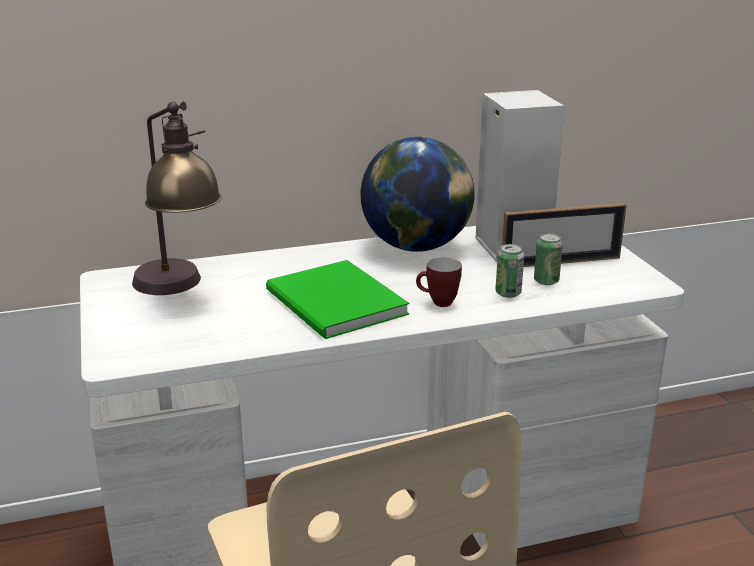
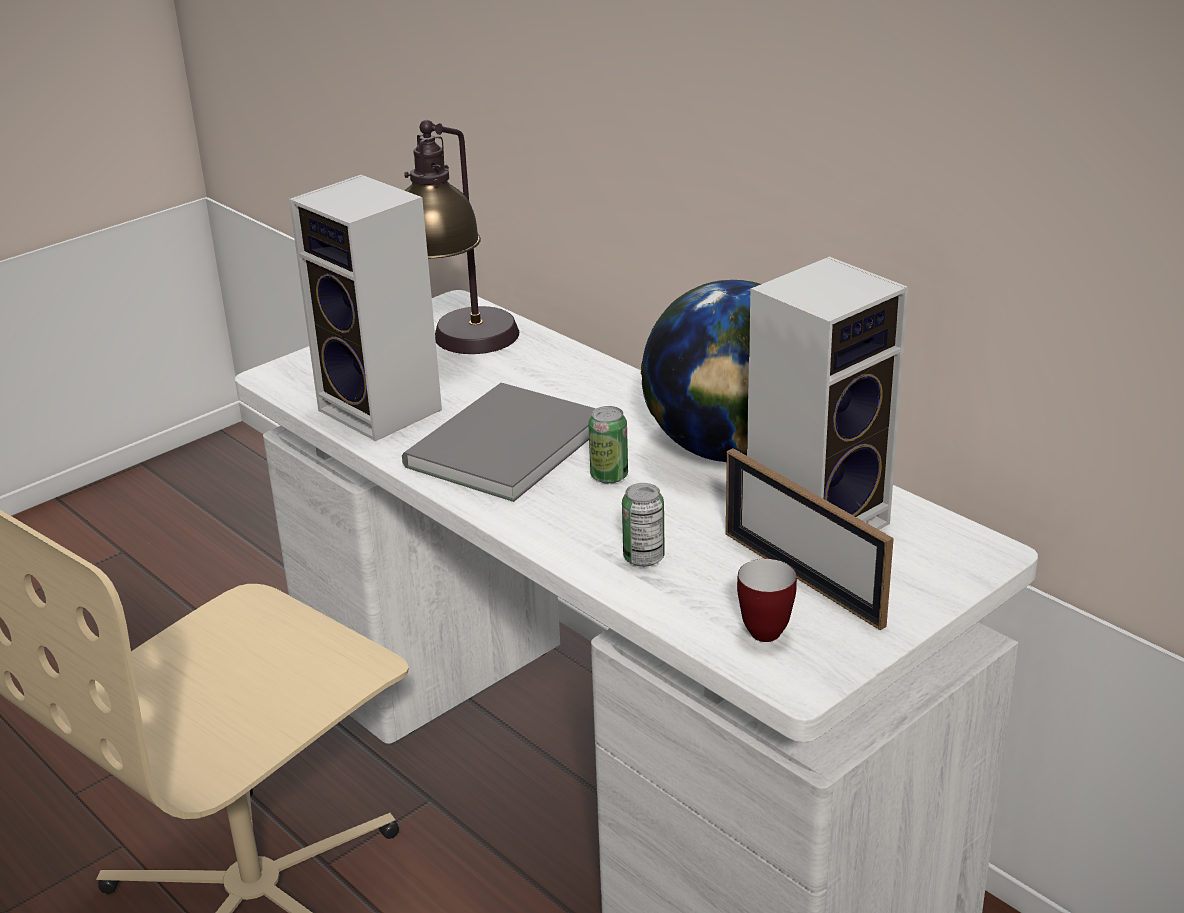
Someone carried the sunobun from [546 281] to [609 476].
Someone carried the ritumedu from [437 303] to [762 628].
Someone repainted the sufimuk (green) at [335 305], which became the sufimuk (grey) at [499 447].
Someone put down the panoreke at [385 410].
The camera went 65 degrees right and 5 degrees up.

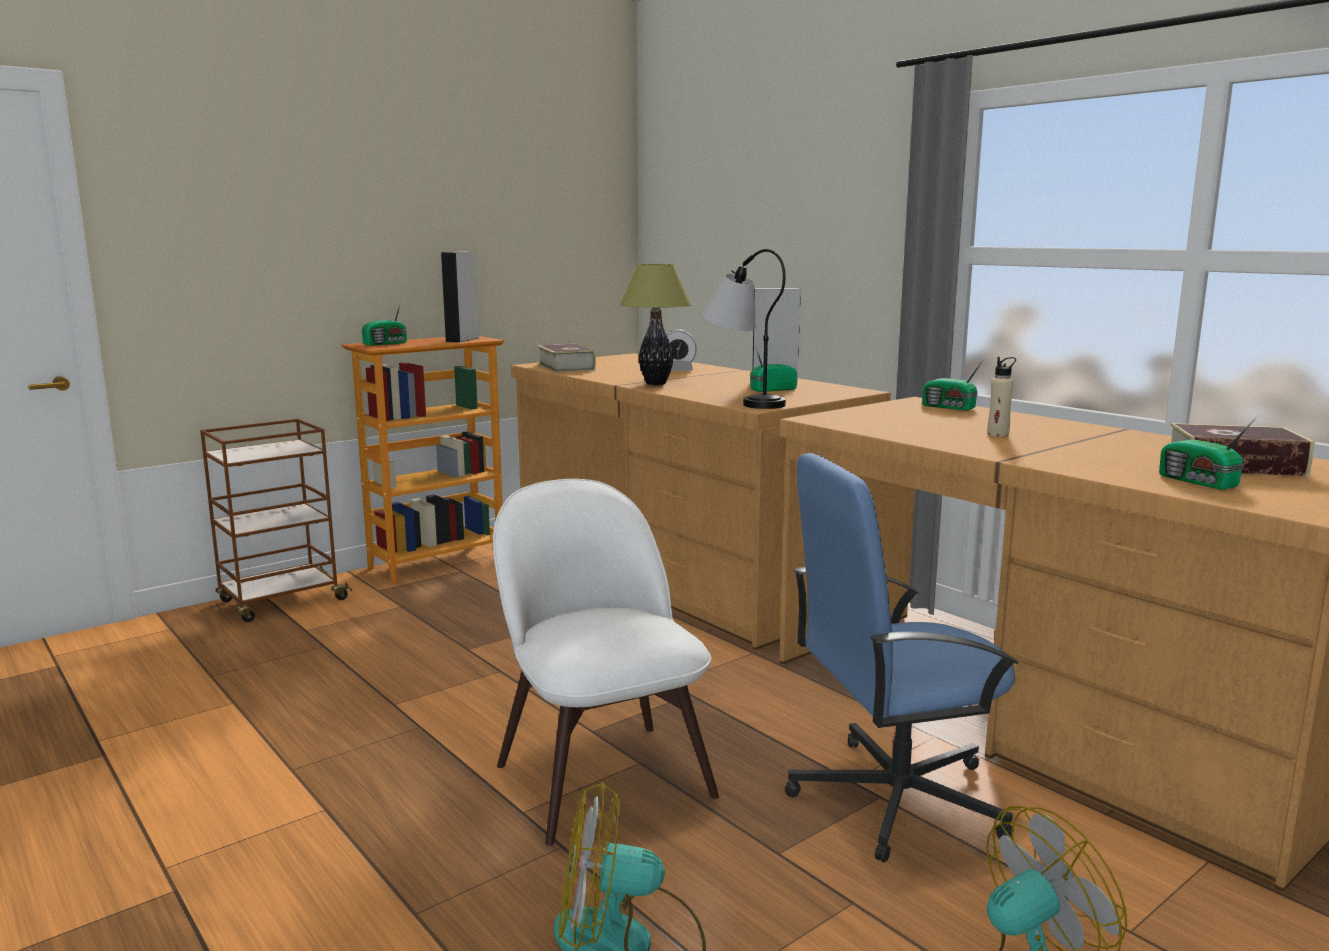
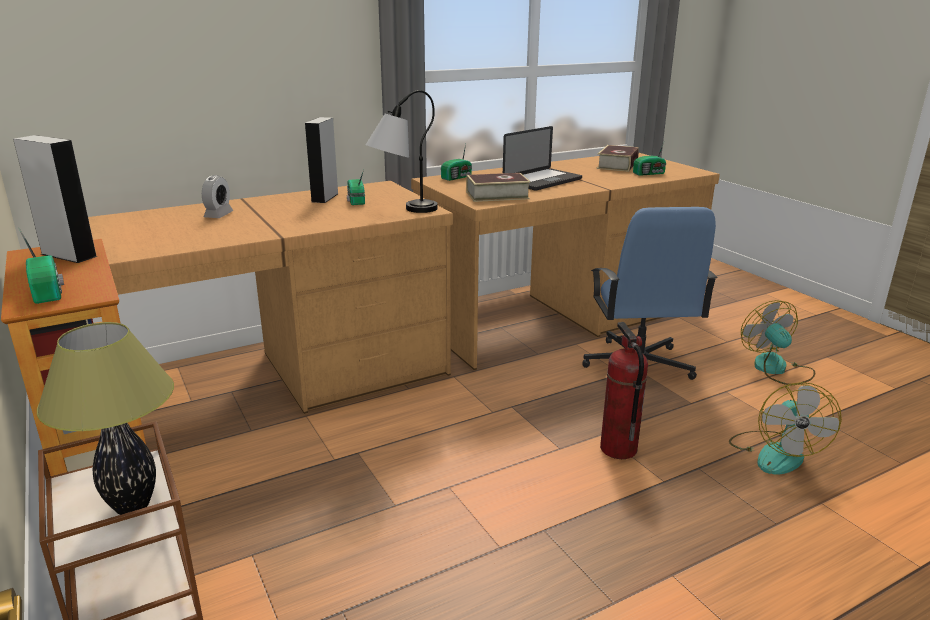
Someone carried the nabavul from [655 384] to [132 507].
Someone carried the sufimuk from [566 367] to [497 195].
Someone swapped the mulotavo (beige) at [998 434] for the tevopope at [542 181].
Someone swapped the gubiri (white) at [601 775] for the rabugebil at [618 449].
The camera went 80 degrees left and 10 degrees up.

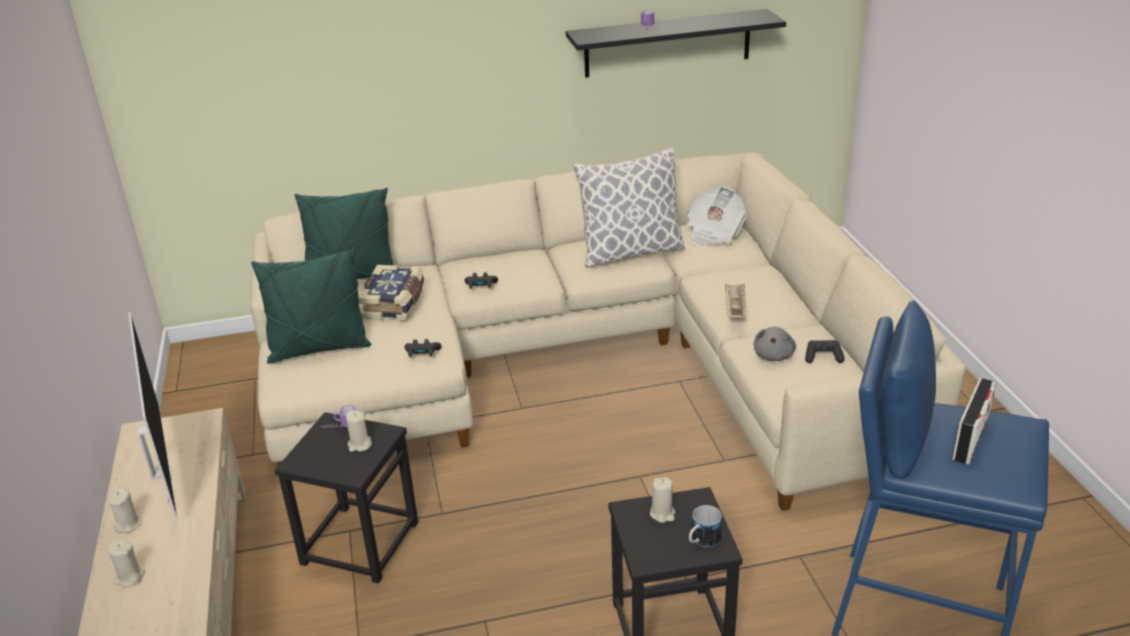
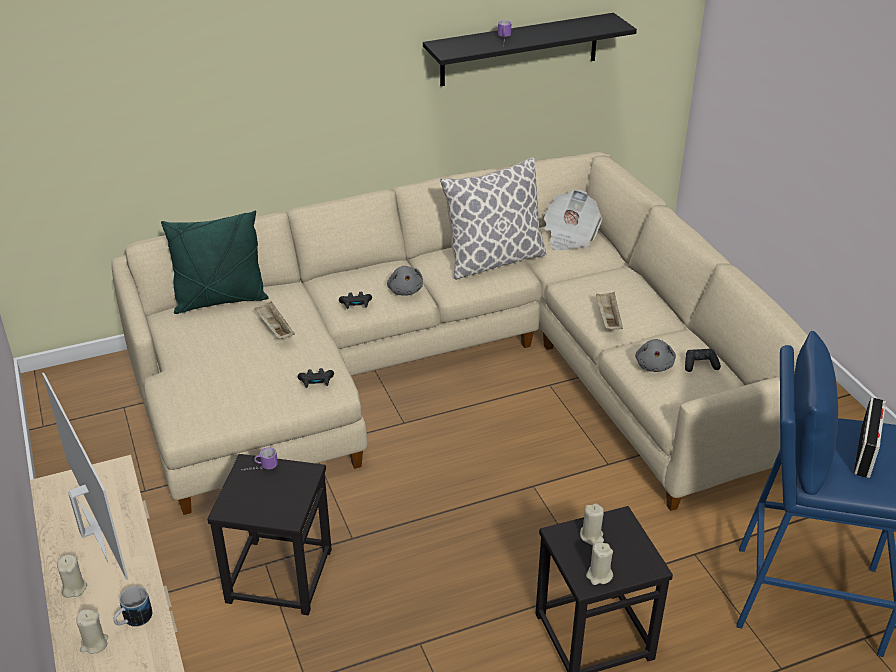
Someone took away the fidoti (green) at [319 349].
Someone swapped the sufimuk at [395 303] for the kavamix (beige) at [274 329].
Someone carried the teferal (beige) from [360 445] to [599 575].
Someone carried the ritumedu from [702 541] to [133 620].
Someone put down the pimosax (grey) at [405 290].
The camera went 10 degrees left and 5 degrees up.

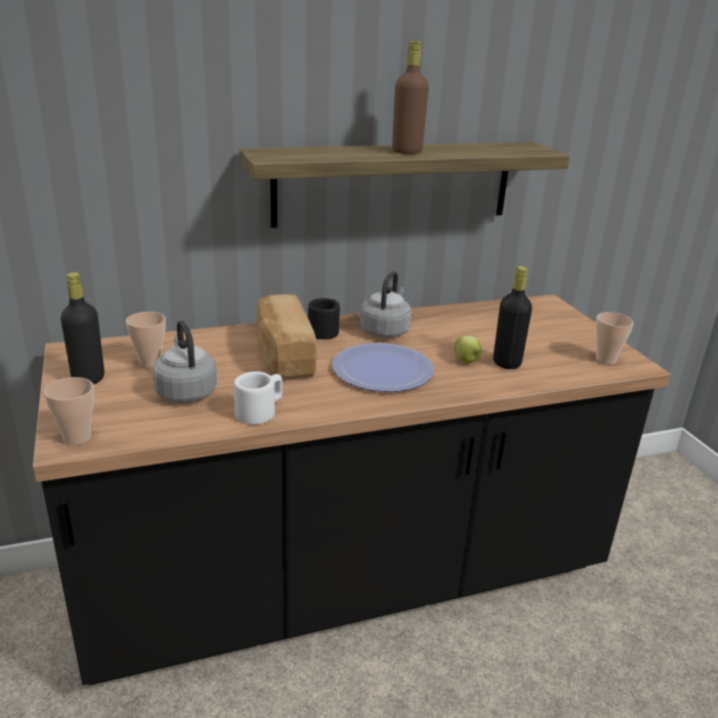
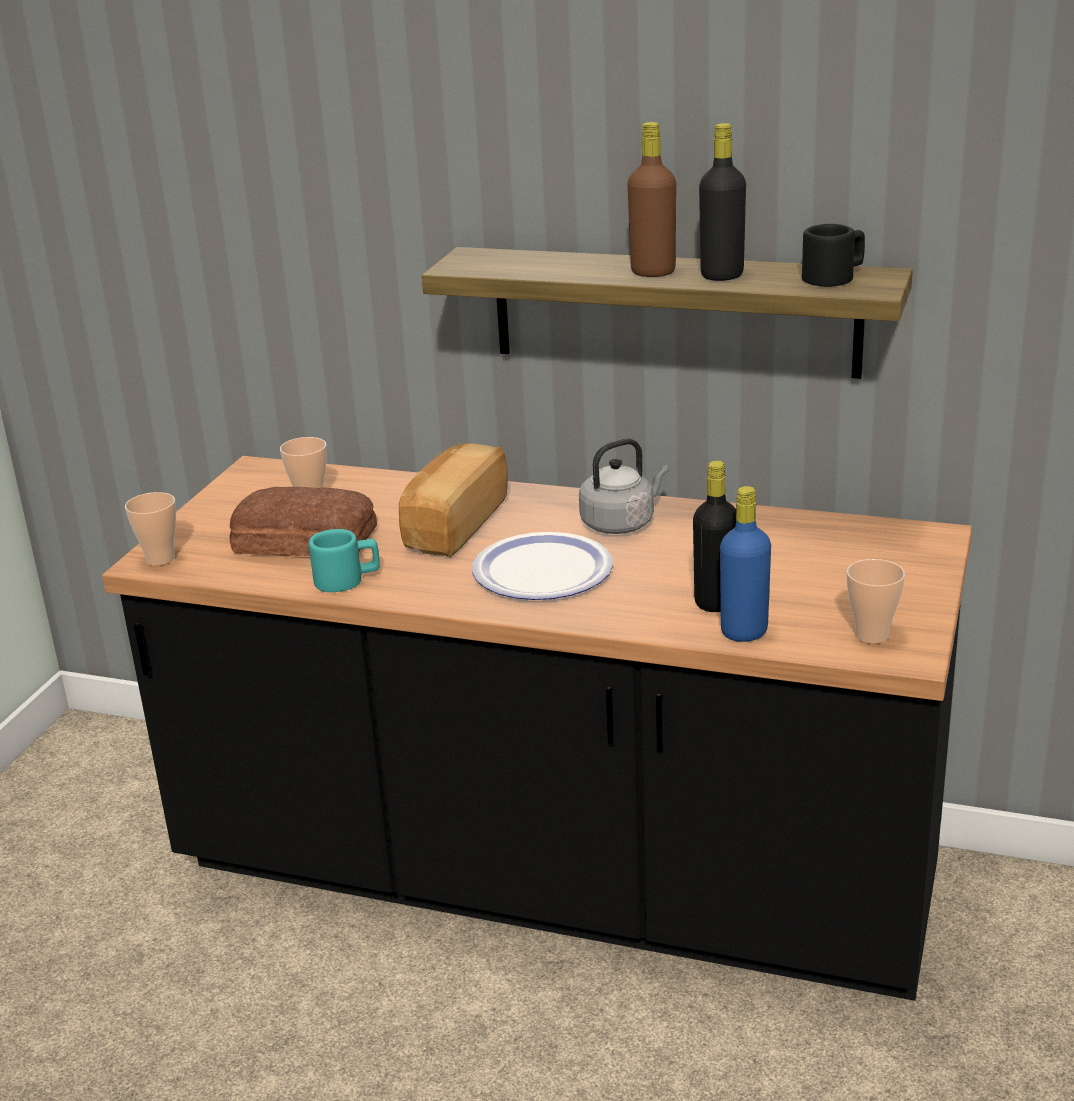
Someone carried the mulotavo (black) from [88 378] to [722 275].
Someone carried the ritumedu (black) from [325 330] to [835 277].
Someone swapped the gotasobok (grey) at [185 391] for the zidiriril at [304 539].
Someone took away the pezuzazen at [466 361].
Someone repainted the ritumedu (white) at [261 411], which became the ritumedu (turquoise) at [347 580].
Someone put down the mulotavo (blue) at [744 632].
The camera went 40 degrees right and 0 degrees up.

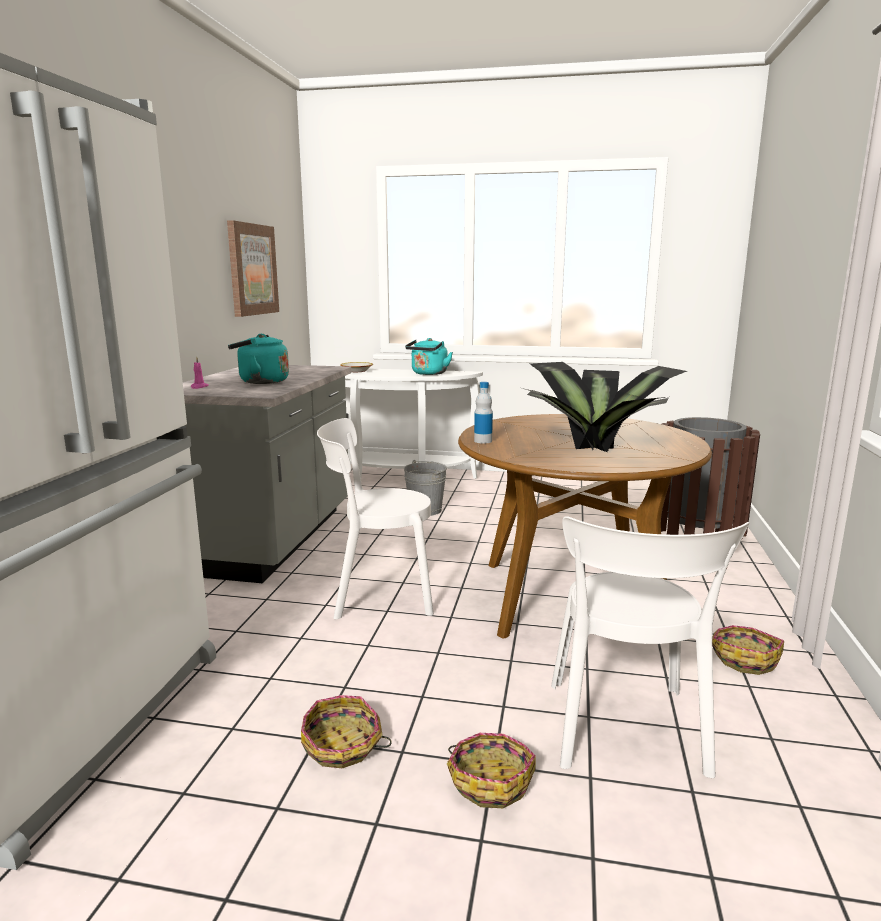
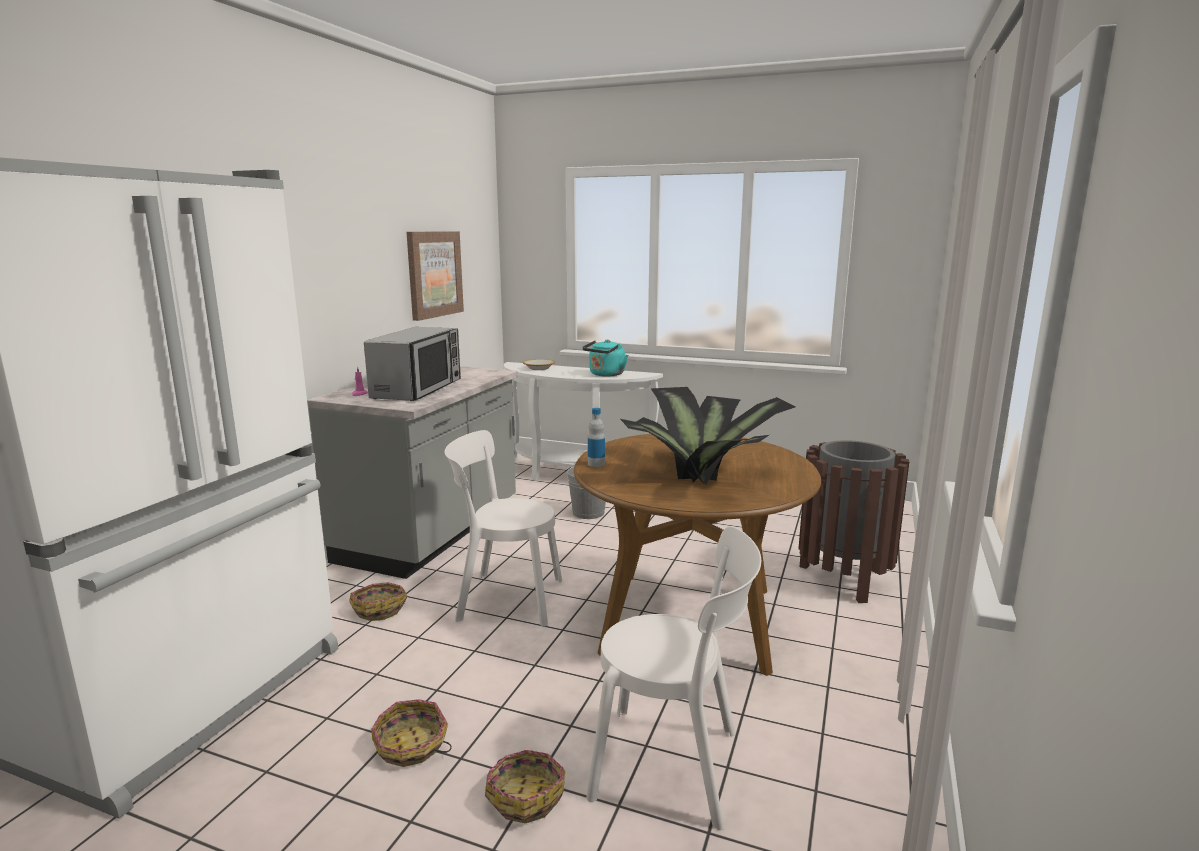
Someone swapped the gotasobok (turquoise) at [260 382] for the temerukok at [418 389].
Someone rotated the gubiri (white) at [626 732] by 90 degrees counterclockwise.
Someone carried the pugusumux from [744 658] to [380 609].
The camera went 10 degrees right and 0 degrees up.

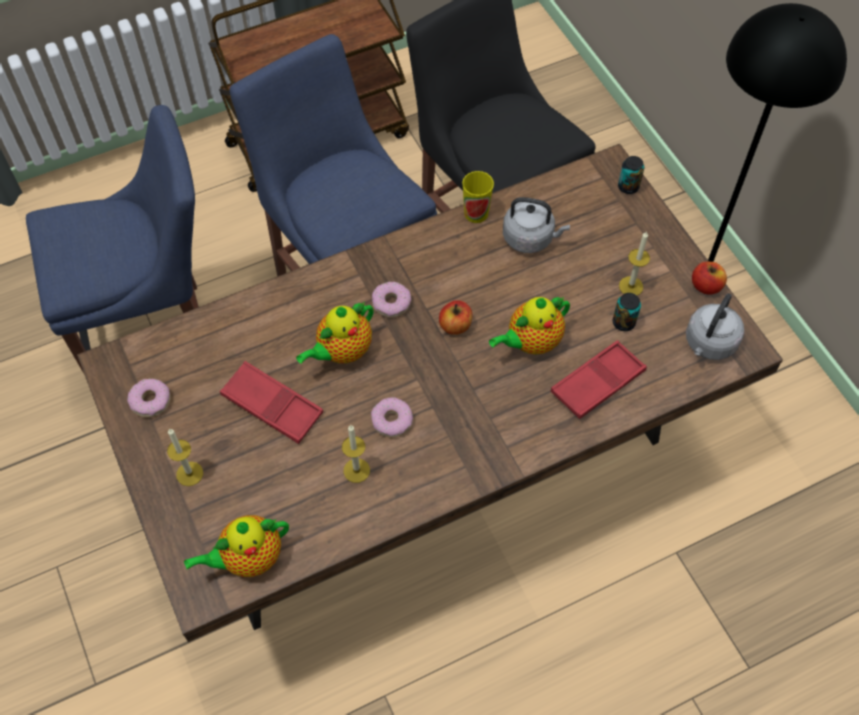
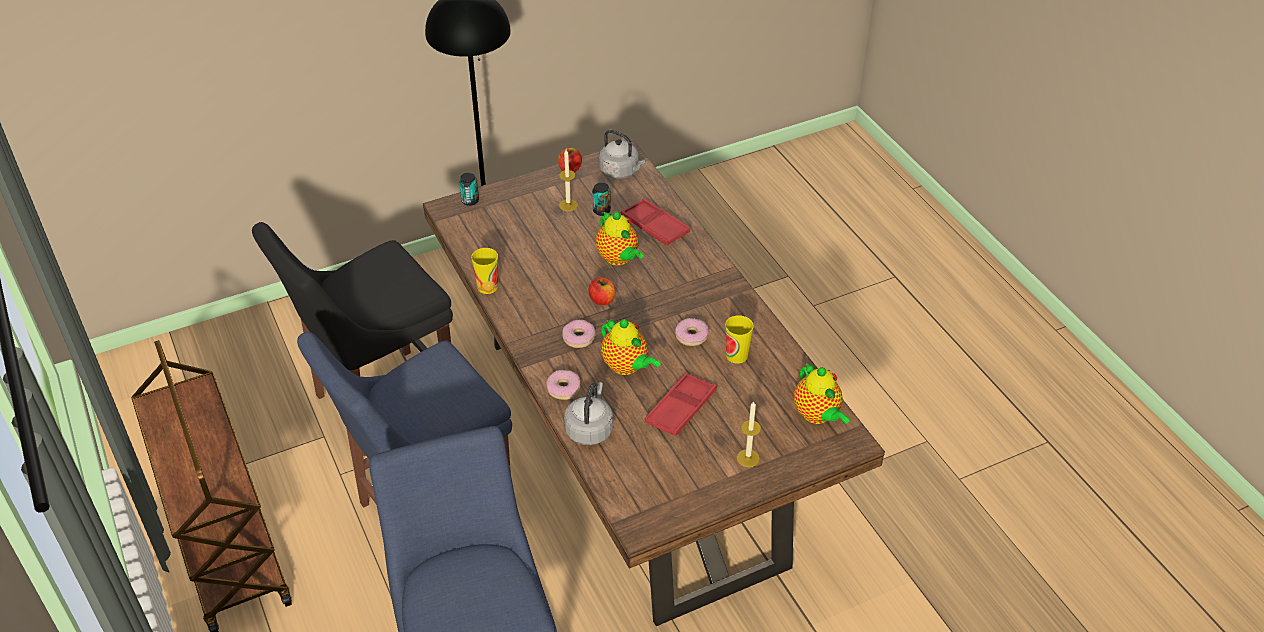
Someone carried the gotasobok (grey) from [530 238] to [590 429].
Someone carried the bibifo from [150 401] to [564 388].
Someone swapped the teferal at [356 470] for the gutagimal at [736 355].
The camera went 90 degrees left and 15 degrees down.

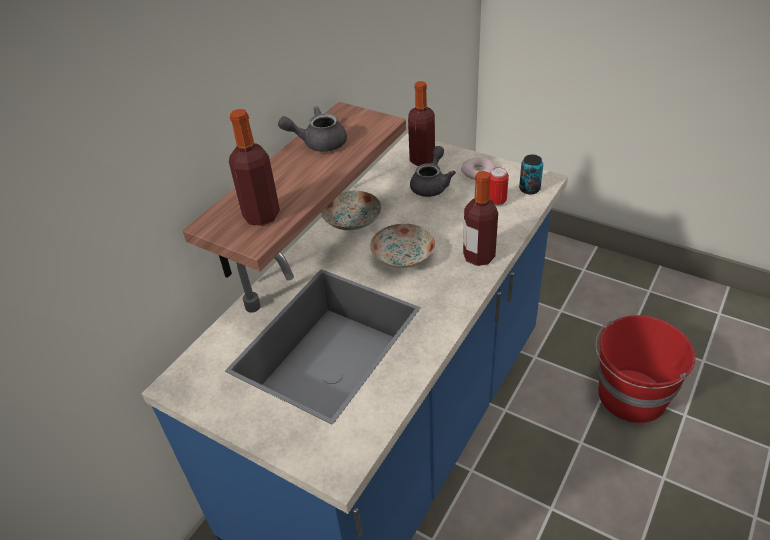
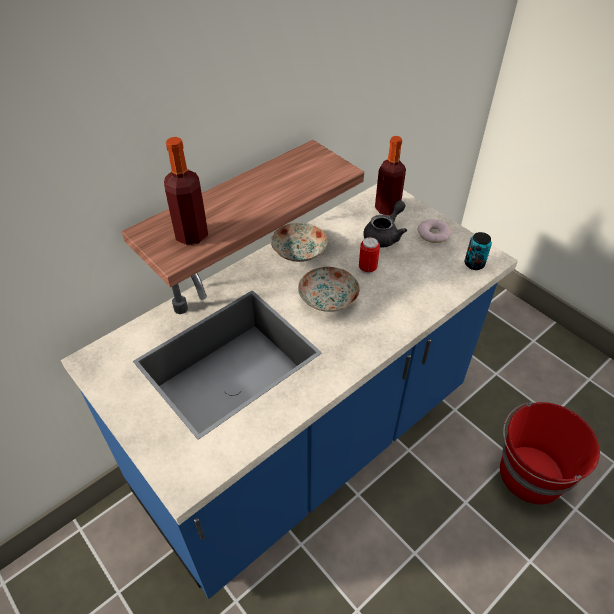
Someone took away the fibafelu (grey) at [318 143].
Someone carried the sunobun from [496 202] to [367 268].
Someone took away the mulotavo at [479 256].
The camera went 15 degrees right and 5 degrees up.

